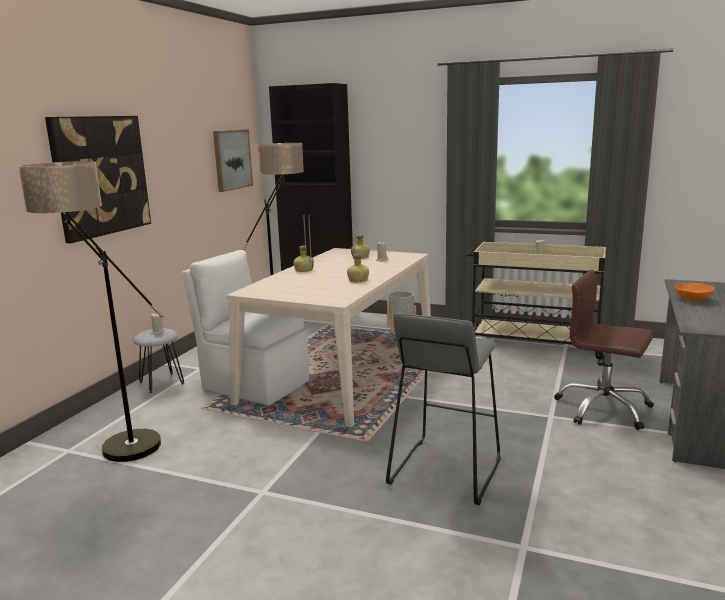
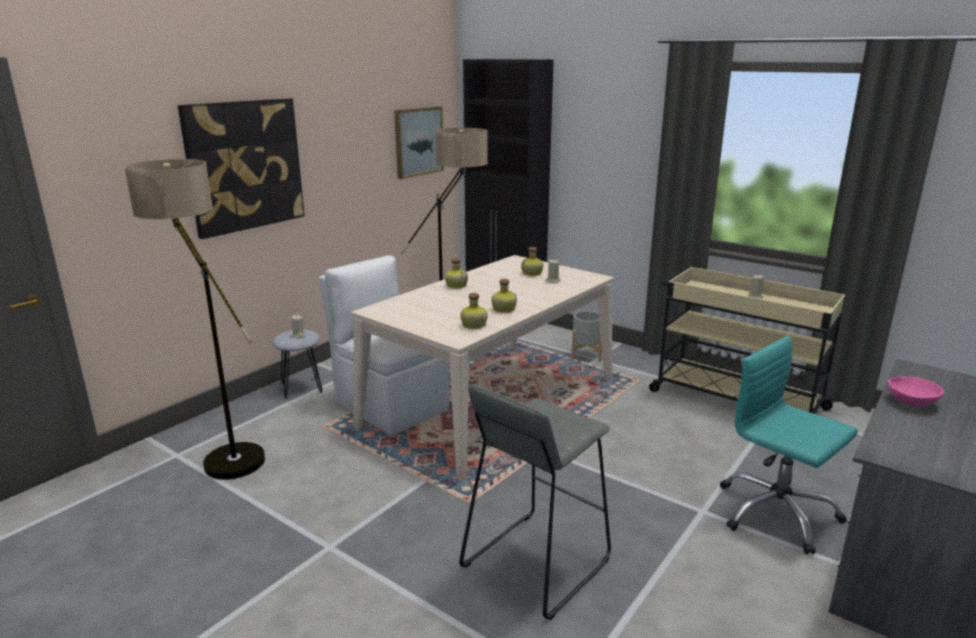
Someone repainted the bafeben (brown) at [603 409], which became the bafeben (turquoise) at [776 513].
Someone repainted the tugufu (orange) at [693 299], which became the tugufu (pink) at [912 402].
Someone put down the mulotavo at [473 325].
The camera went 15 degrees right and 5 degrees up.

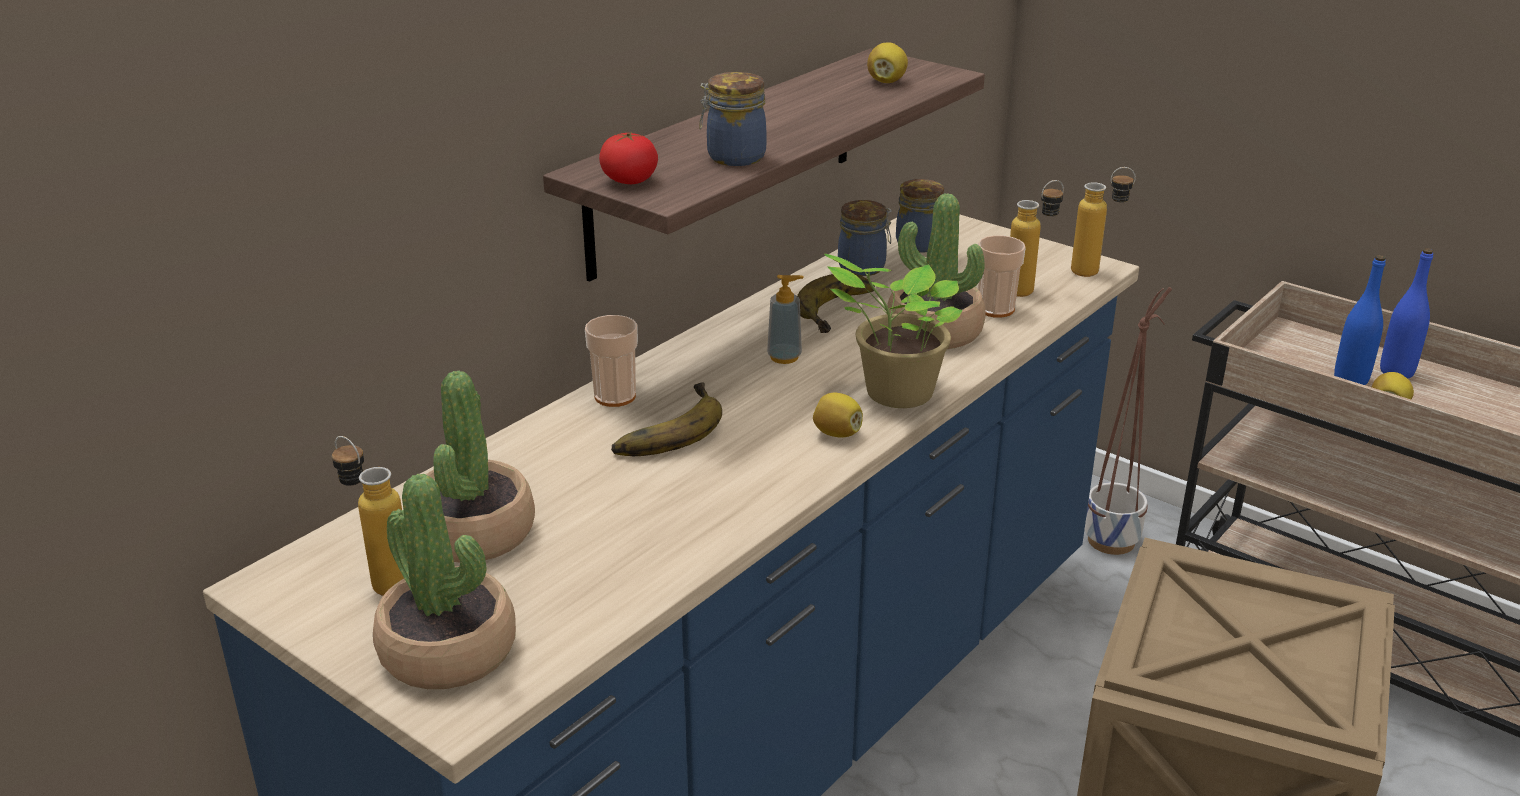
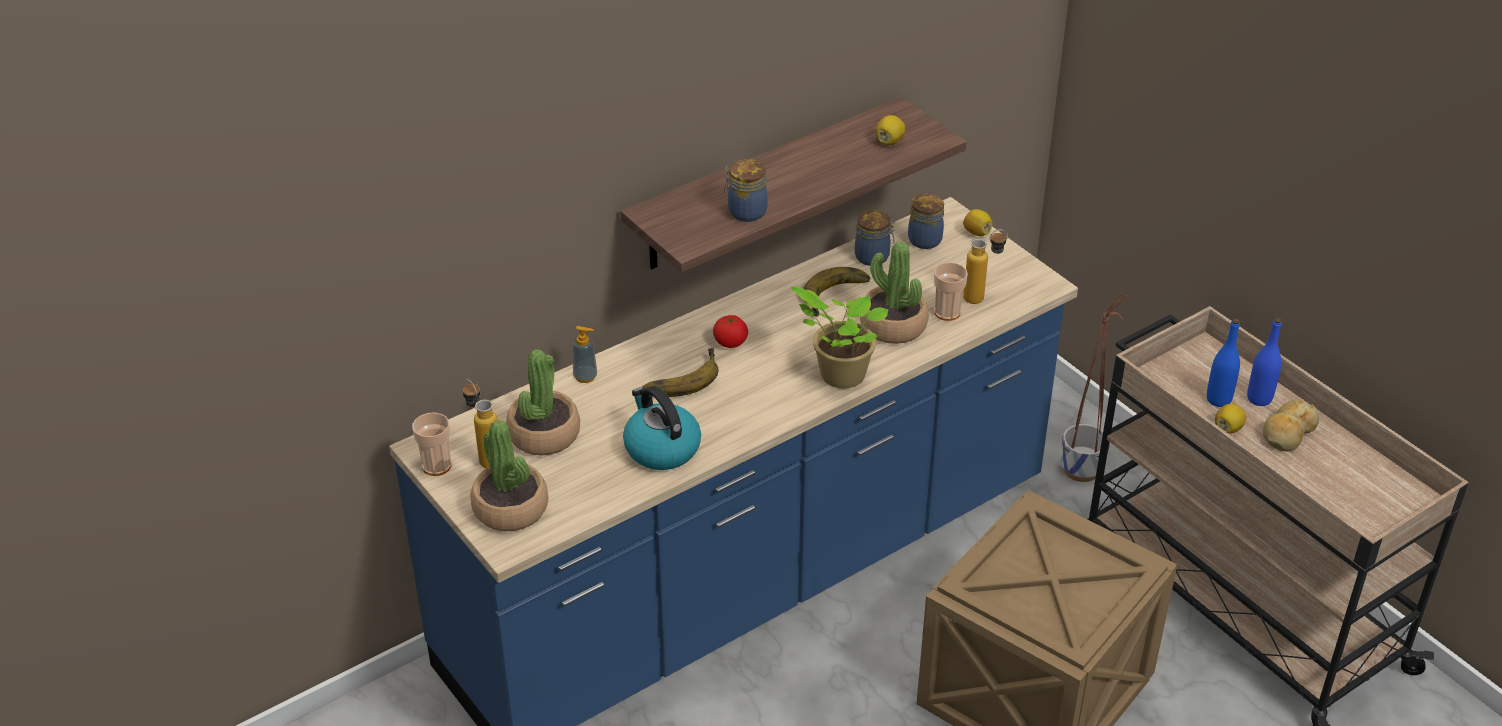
Someone carried the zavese from [629 181] to [730 342].
Someone took away the mulotavo at [1096 272].
Someone carried the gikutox from [784 357] to [585 376].
Someone carried the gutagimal from [615 396] to [436 466].
Someone carried the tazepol from [837 433] to [976 232].
Someone put down the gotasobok at [661 448].
Someone put down the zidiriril at [1288 433].
The camera went 15 degrees right and 10 degrees up.

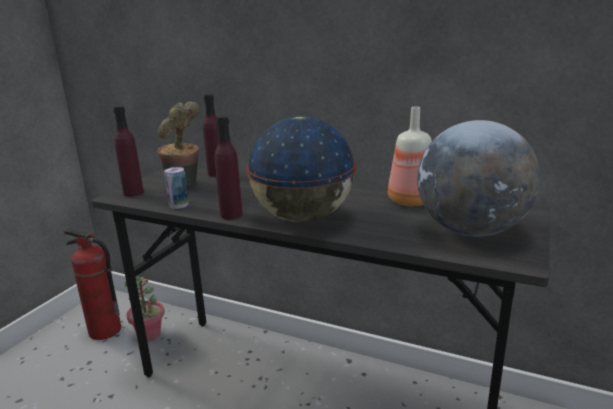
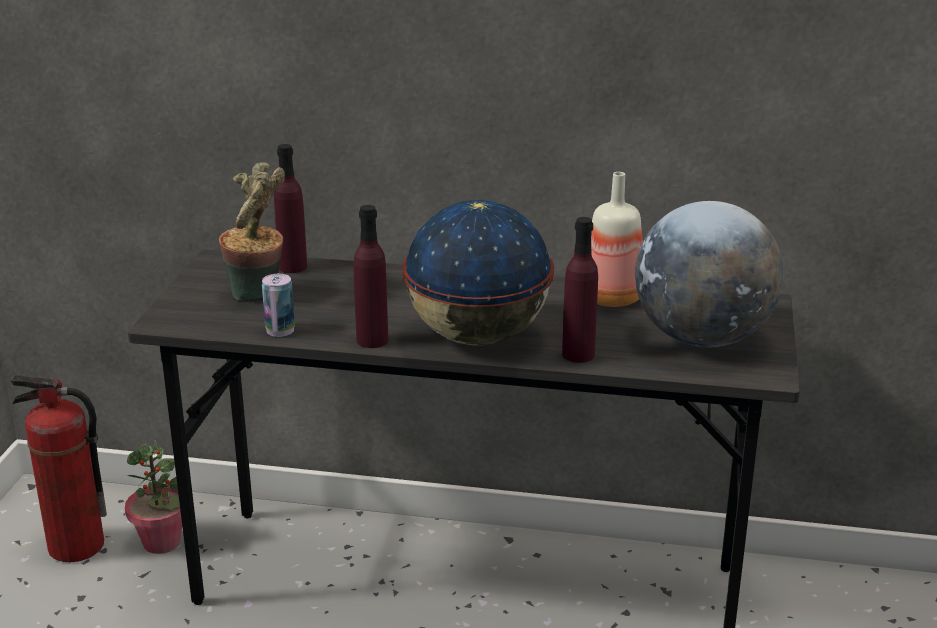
Someone carried the mulotavo (purple) from [133 193] to [578 354].
The camera went 15 degrees left and 5 degrees up.

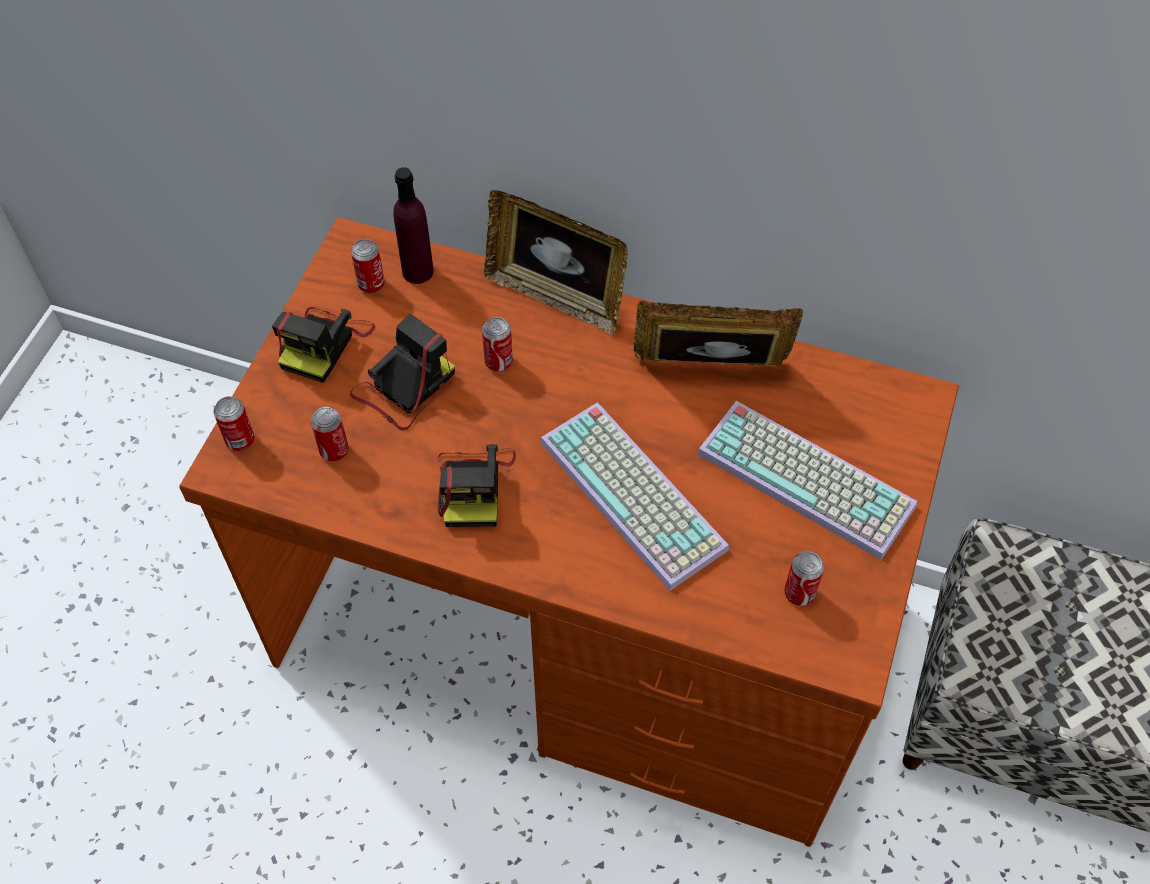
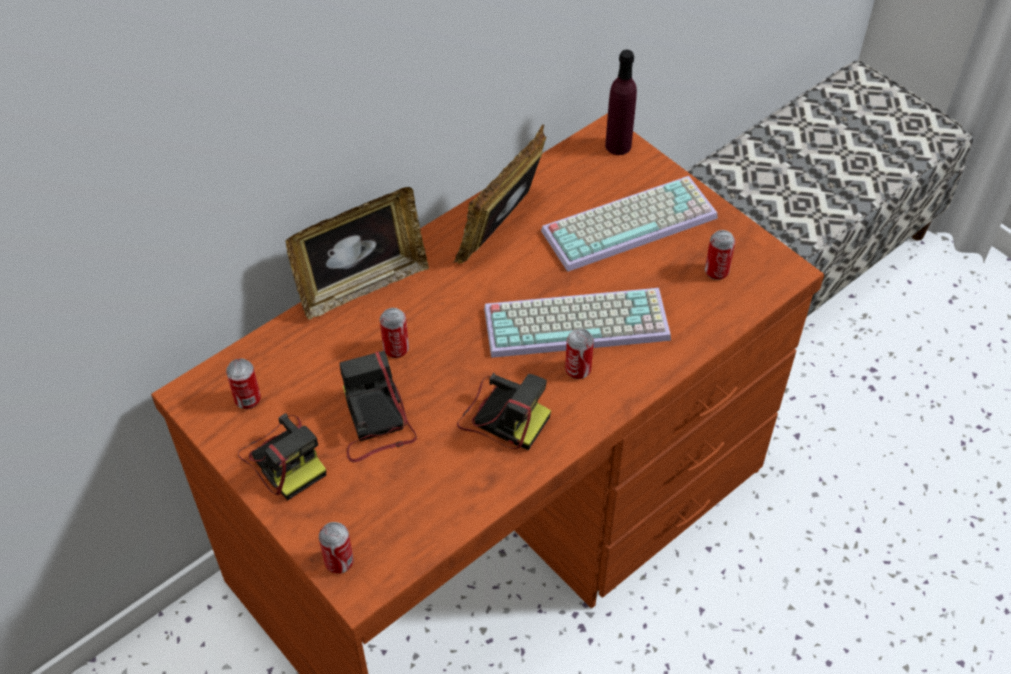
Someone carried the mulotavo (purple) from [418 271] to [618 145].
Someone carried the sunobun from [334 450] to [578 370].
The camera went 60 degrees left and 5 degrees down.

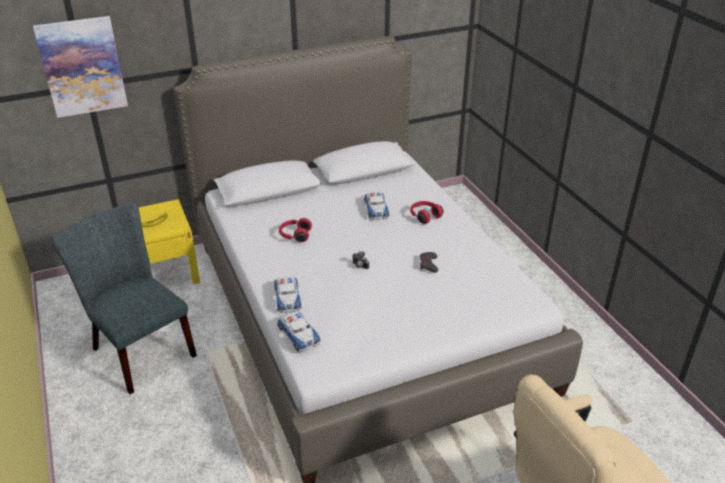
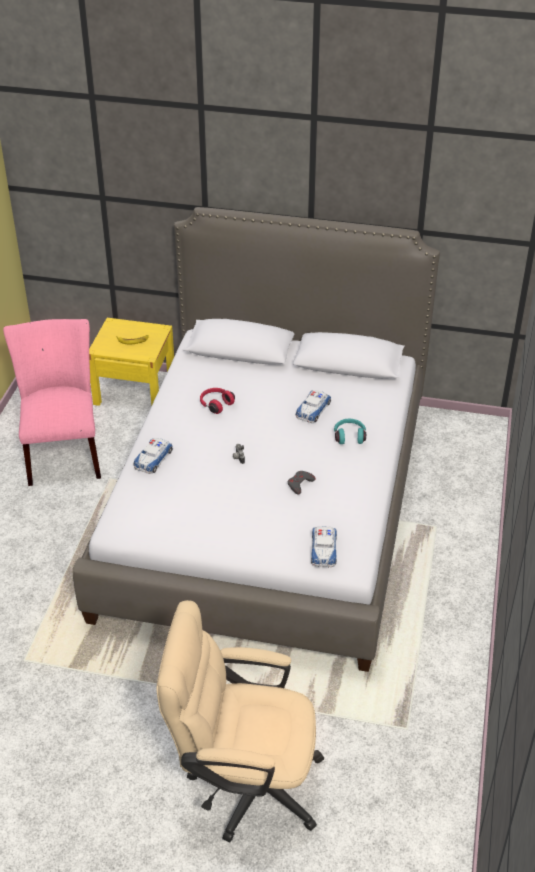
Someone took away the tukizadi at [82 66].
Someone repainted the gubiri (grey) at [138 349], which became the gubiri (pink) at [63 452].
Someone repainted the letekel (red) at [424 216], which became the letekel (turquoise) at [349 436].
Someone carried the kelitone from [298 335] to [323 550].
The camera went 35 degrees right and 5 degrees up.

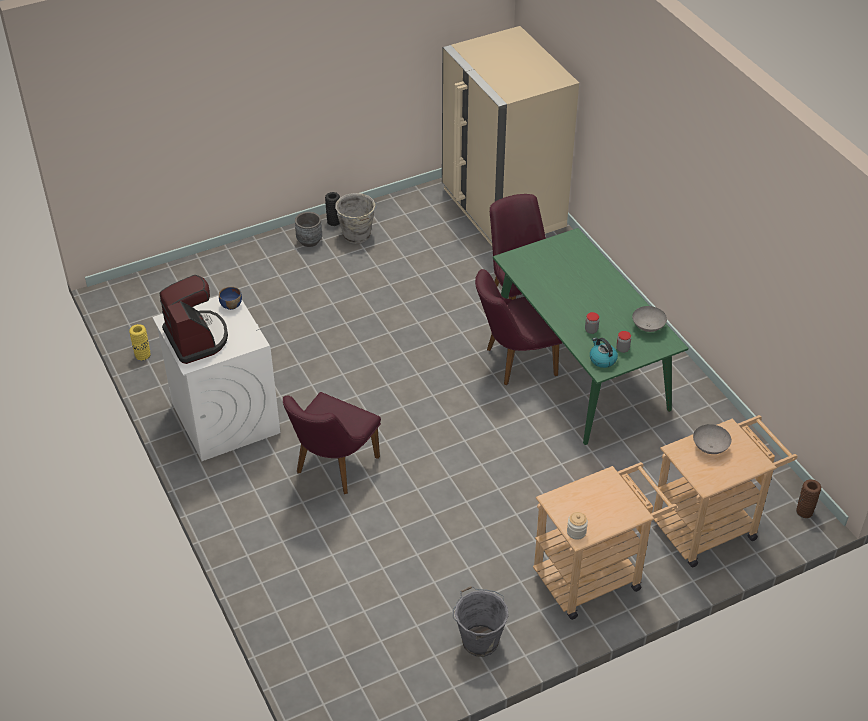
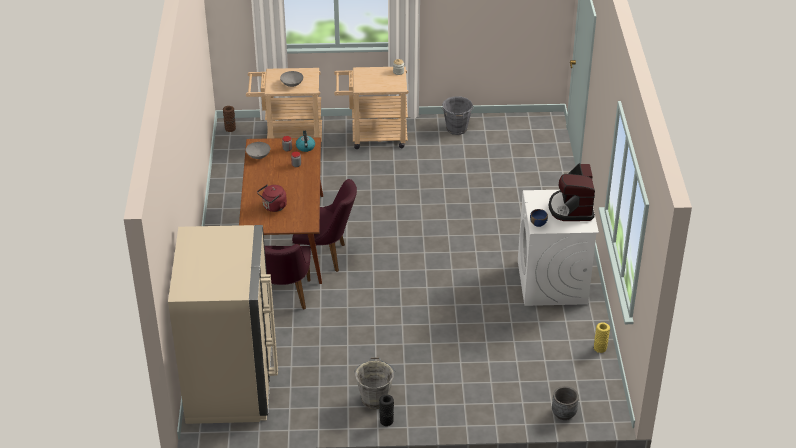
Someone carried the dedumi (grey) from [309 241] to [563 413].
Someone repainted the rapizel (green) at [579 368], which became the rapizel (brown) at [285 239].
Someone took away the gubiri (purple) at [332 469].
Someone put down the gotasobok (red) at [273 207].
The camera went 155 degrees left and 5 degrees down.

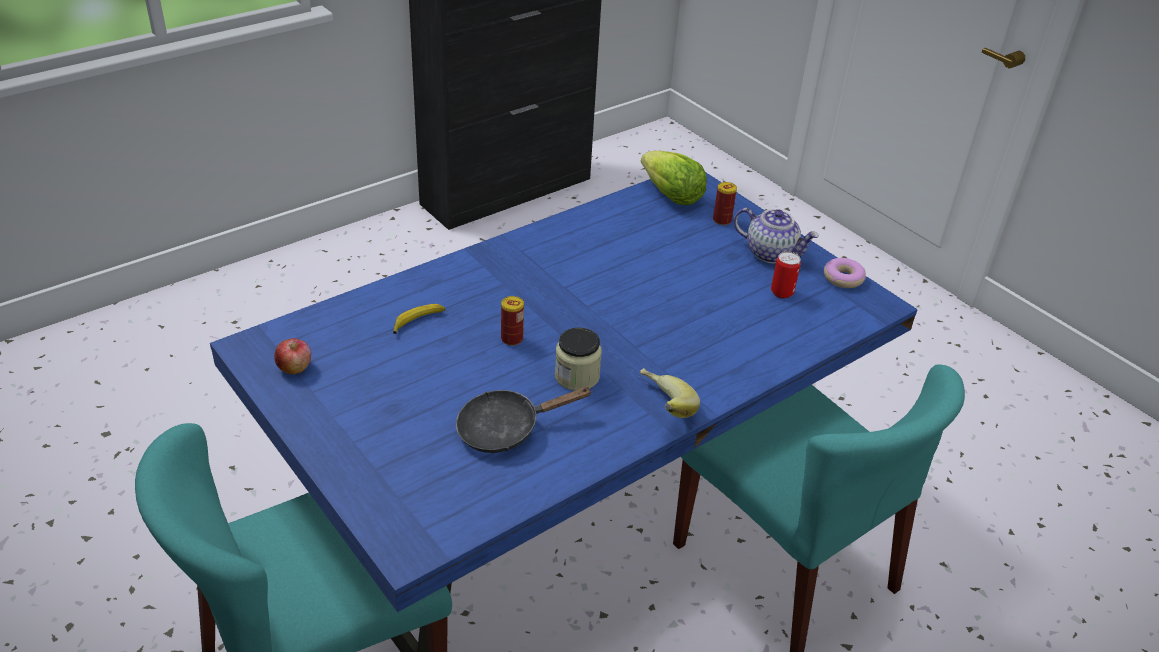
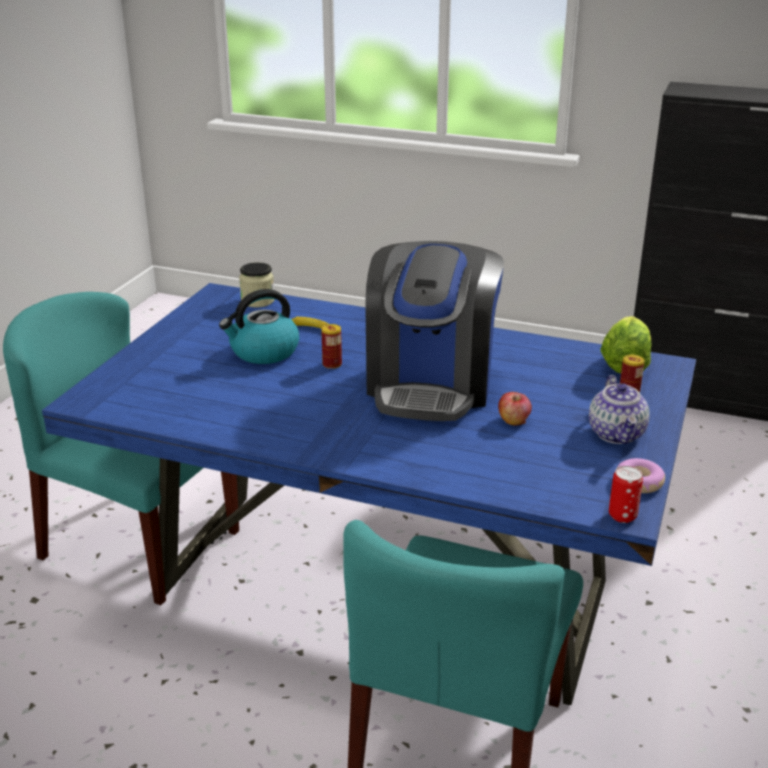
Someone carried the sunobun from [782 292] to [622 516].
Someone carried the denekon from [577 376] to [257 301].
Someone carried the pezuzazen from [295 368] to [514 420].
Someone took away the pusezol at [661 409].
Someone took away the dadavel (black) at [506 429].
Someone put down the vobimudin at [431 385].
Someone put down the gotasobok at [263 352].
The camera went 60 degrees right and 10 degrees down.

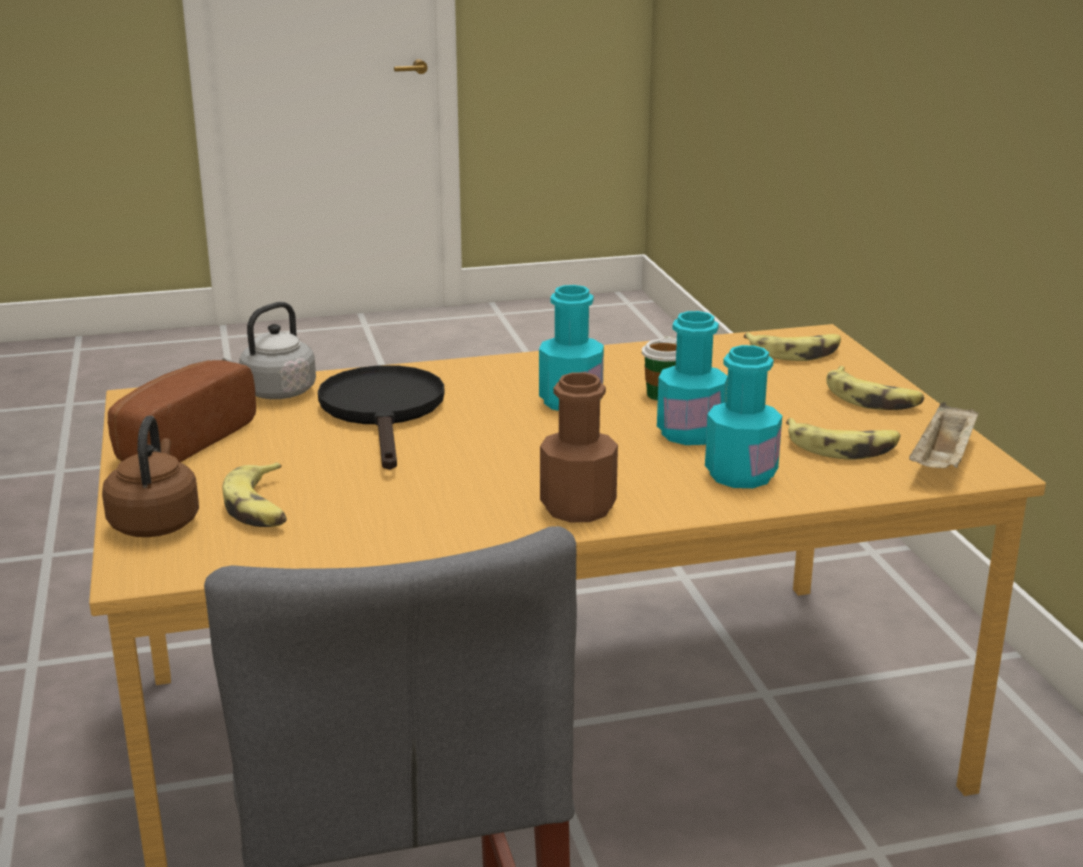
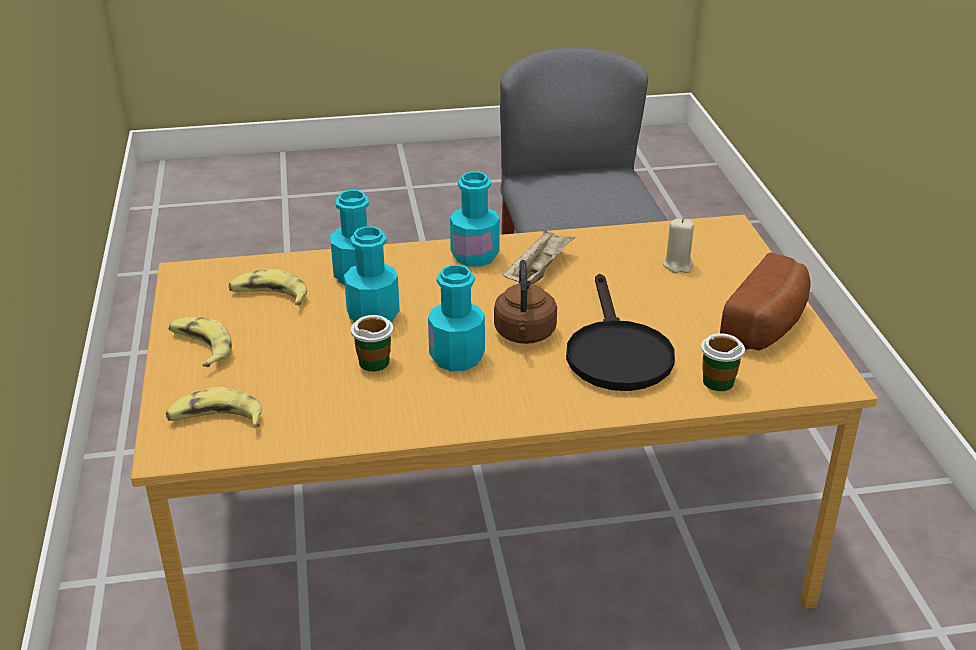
Someone swapped the gotasobok (grey) at [275 393] for the gutagimal at [718 381].
Someone repainted the mulotavo (brown) at [578 507], which became the mulotavo (turquoise) at [475 256].
Someone carried the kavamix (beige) from [943 461] to [538 271].
Someone carried the gotasobok (brown) from [155 522] to [525 335].
Someone swapped the pusezol at [261 507] for the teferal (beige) at [678 265].
The camera went 175 degrees left and 10 degrees up.

